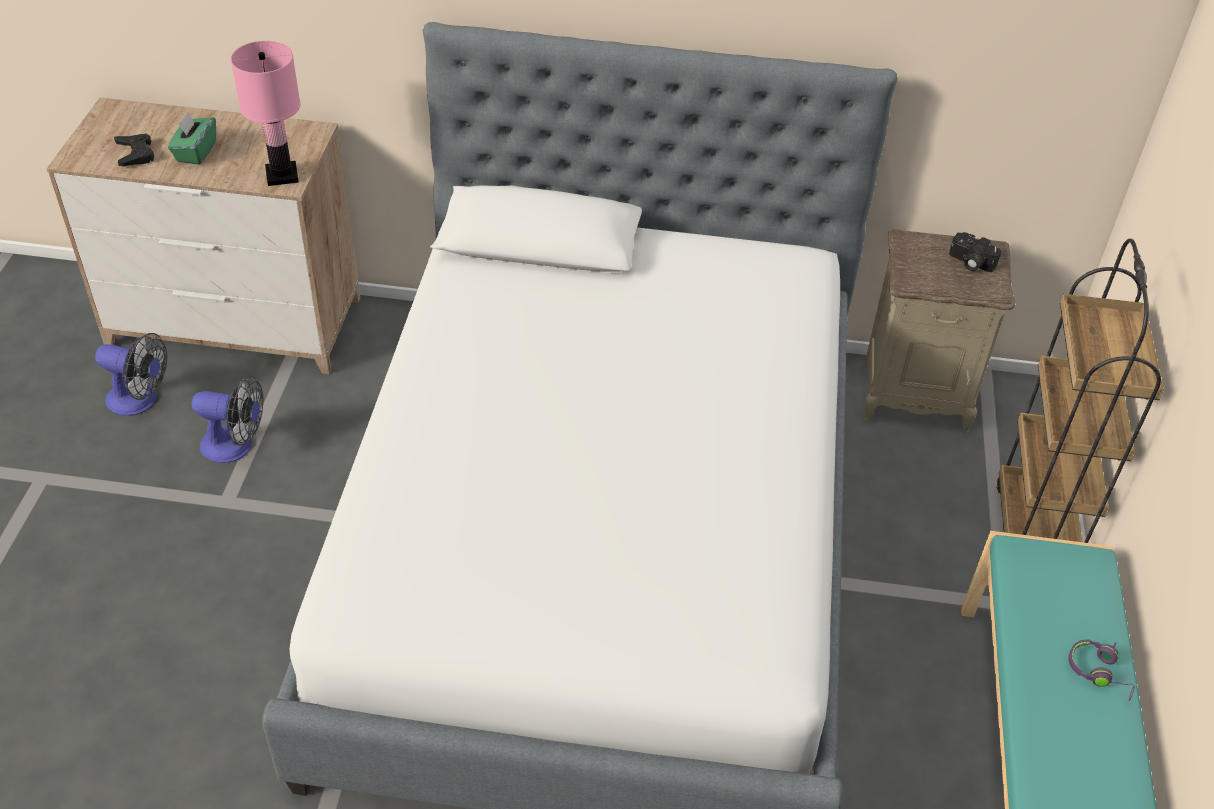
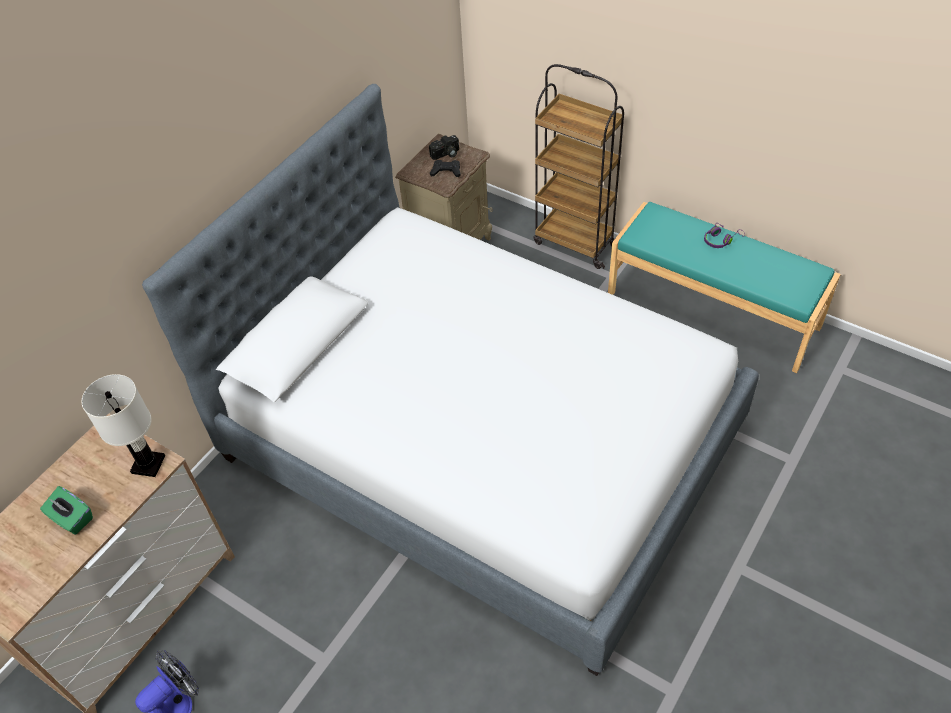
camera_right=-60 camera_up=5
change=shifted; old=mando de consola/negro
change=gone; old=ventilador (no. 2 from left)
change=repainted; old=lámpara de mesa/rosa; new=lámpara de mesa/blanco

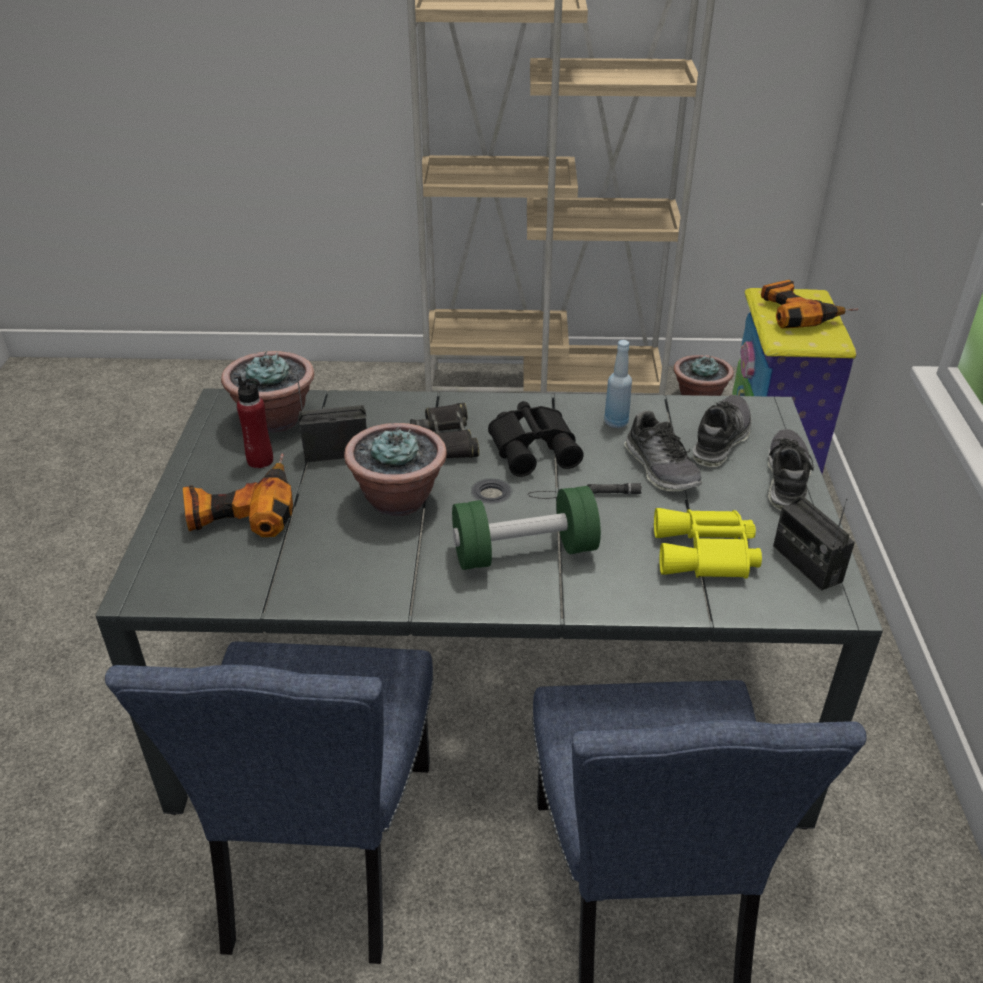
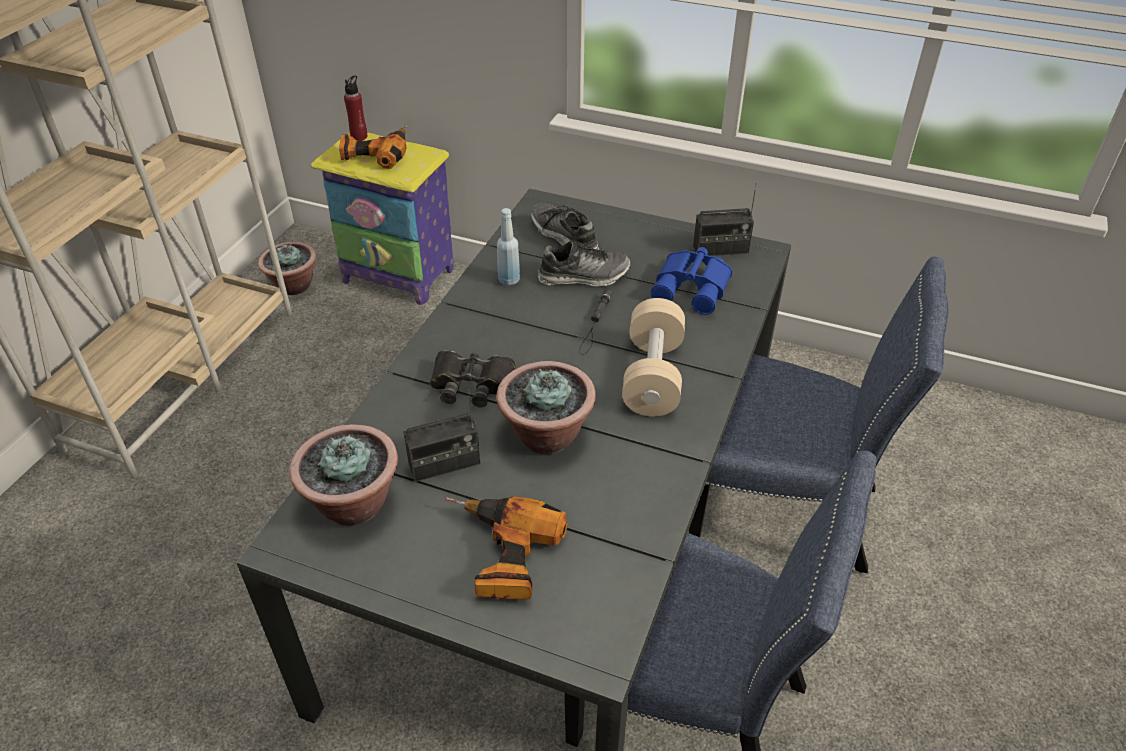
camera_right=-70 camera_up=5
change=shifted; old=botella/rojo
change=rotated; old=radio (no. 1 from left); degrees=-120
change=repainted; old=mancuerna/verde; new=mancuerna/beis
change=gone; old=prismáticos/negro (no. 2 from left)
change=repainted; old=prismáticos/amarillo; new=prismáticos/azul
change=gone; old=zapato (no. 3 from left)

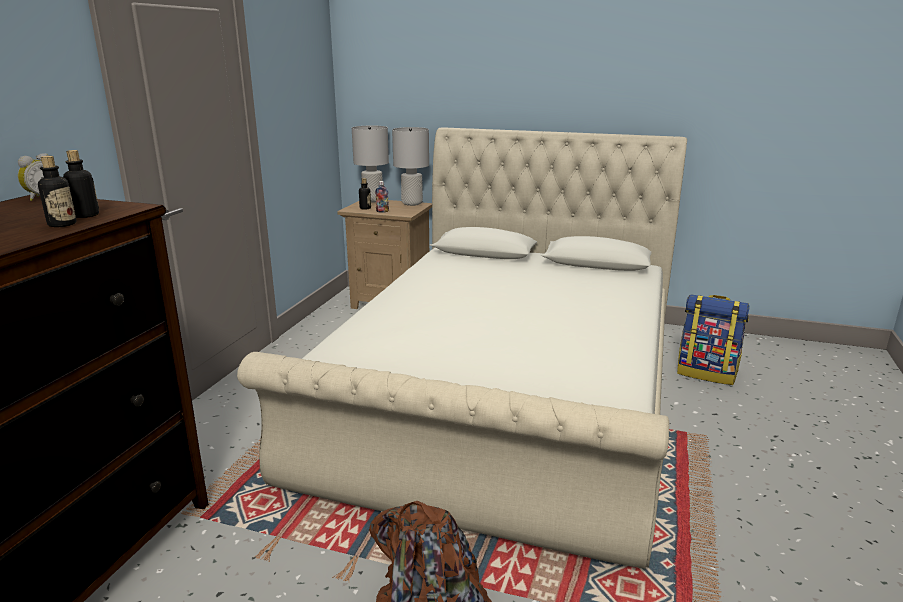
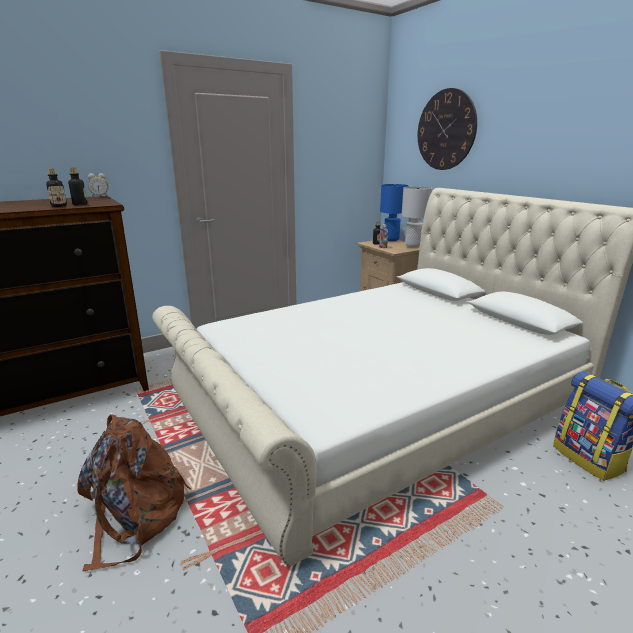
camera_right=40 camera_up=0
change=repainted; old=lámpara de mesa/gris (no. 1 from left); new=lámpara de mesa/azul
change=new; new=reloj de pared

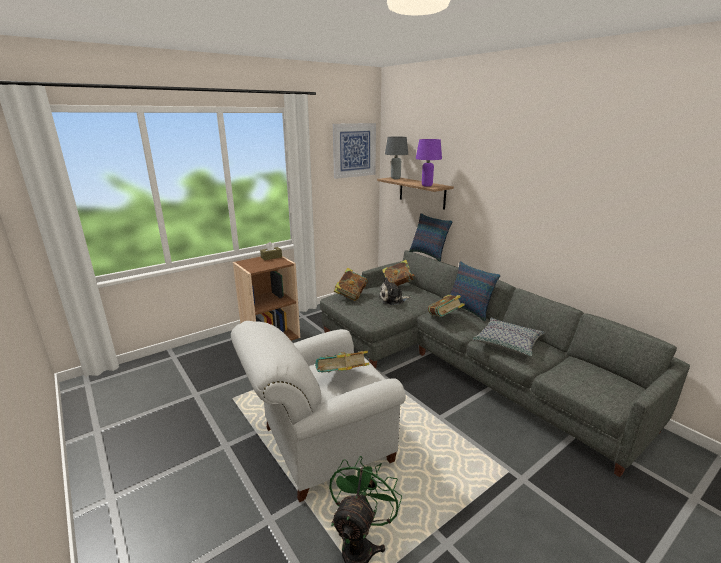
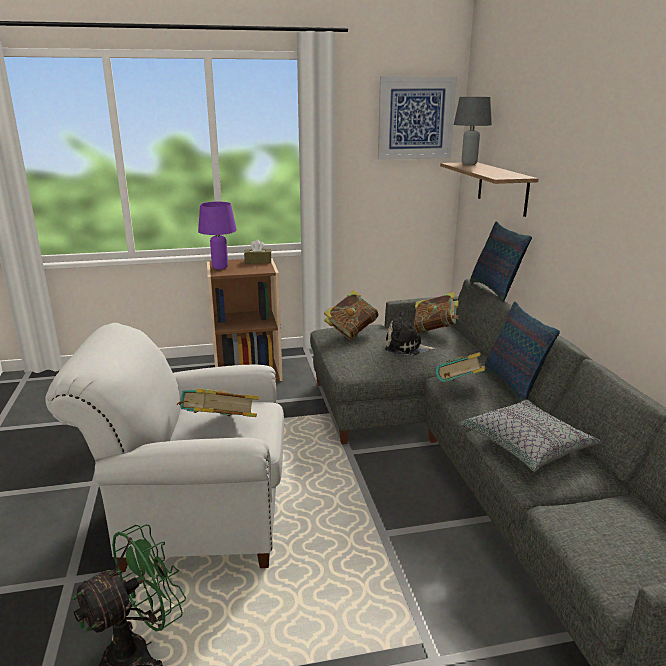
camera_right=25 camera_up=0
change=shifted; old=lámpara de mesa/morado

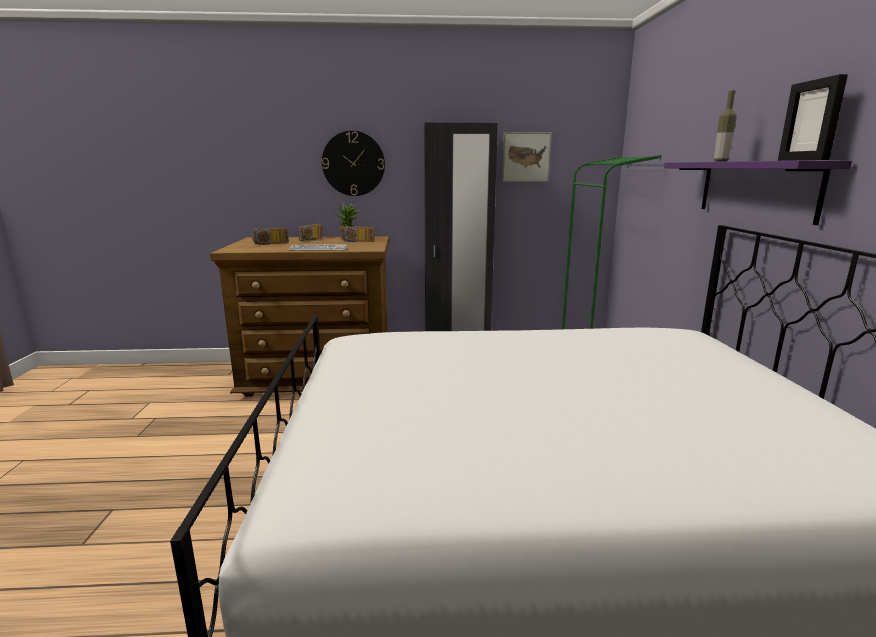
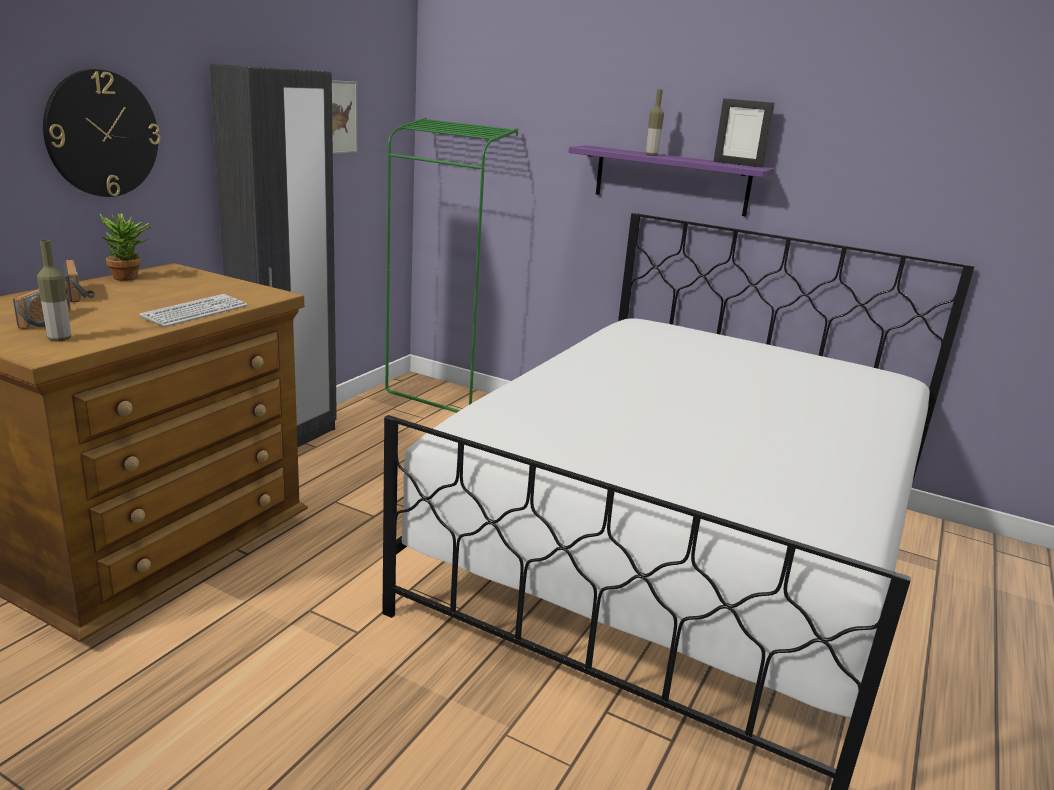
camera_right=-60 camera_up=5
change=gone; old=radio (no. 3 from left)
change=new; new=botella (no. 1 from left)

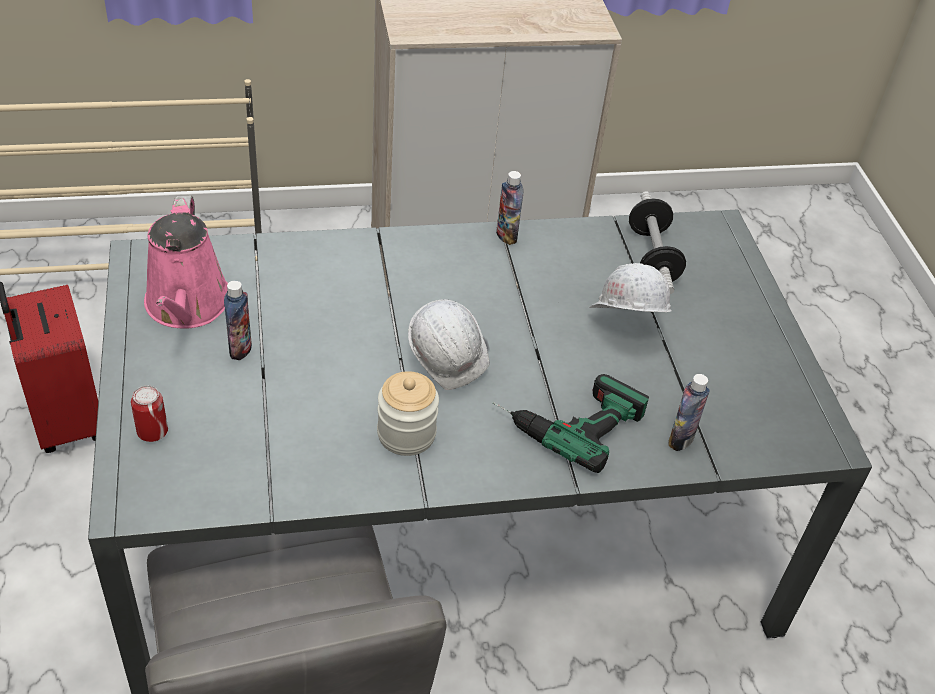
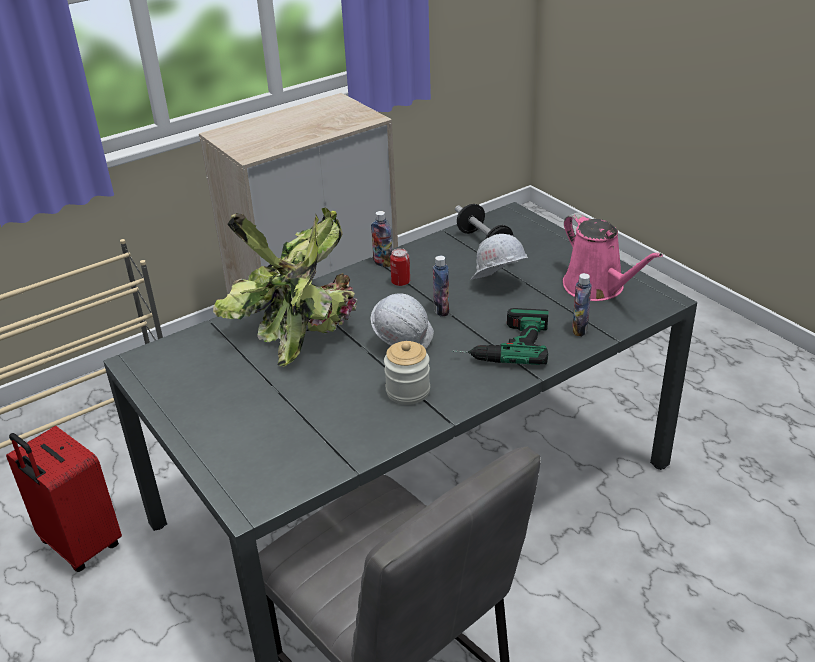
camera_right=-20 camera_up=-10
change=shifted; old=lata
change=shifted; old=regadera/rosa
change=shifted; old=botella (no. 1 from left in the first image); new=botella (no. 2 from left)
change=new; new=planta en maceta

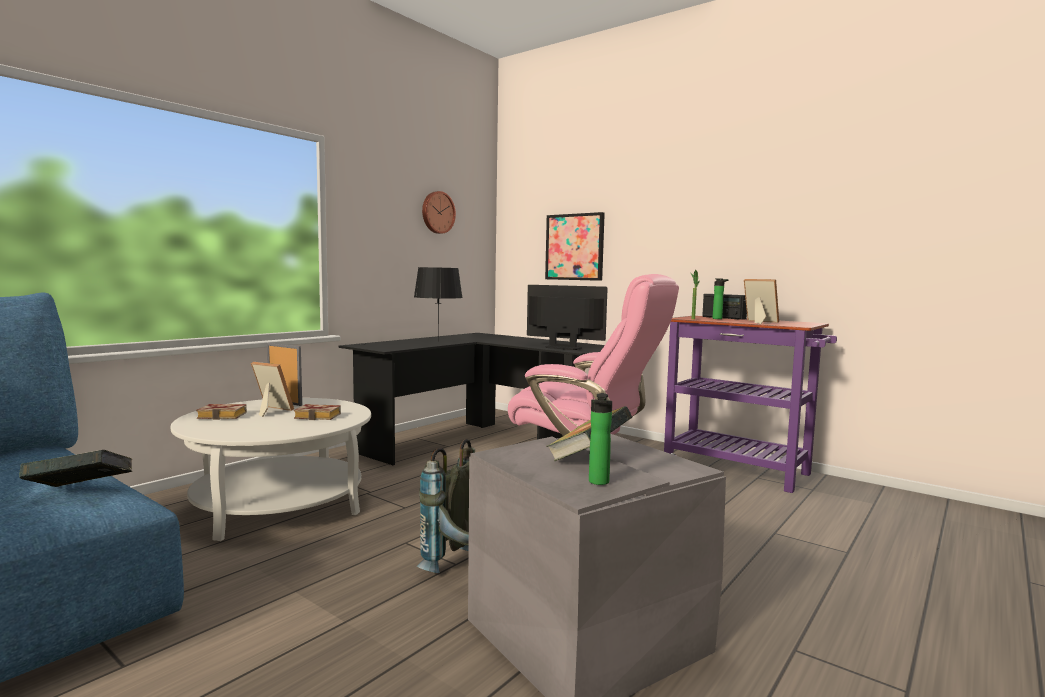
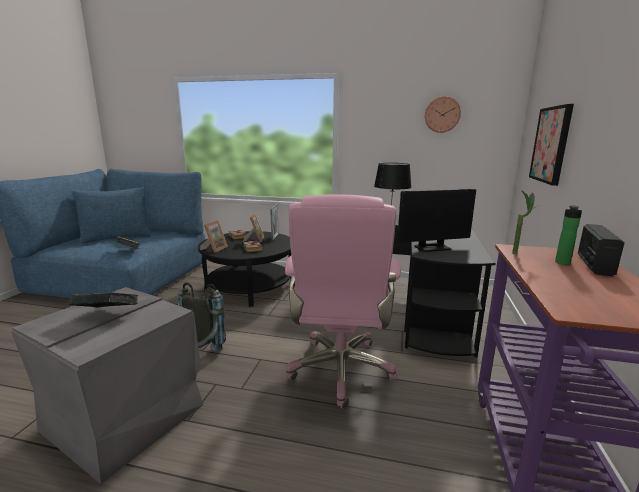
camera_right=65 camera_up=10
change=repainted; old=mesa de centro/blanco; new=mesa de centro/negro
change=rotated; old=monitor; degrees=75
change=gone; old=botella (no. 1 from left)
change=shifted; old=portarretratos (no. 3 from left in the first image); new=portarretratos (no. 1 from left)

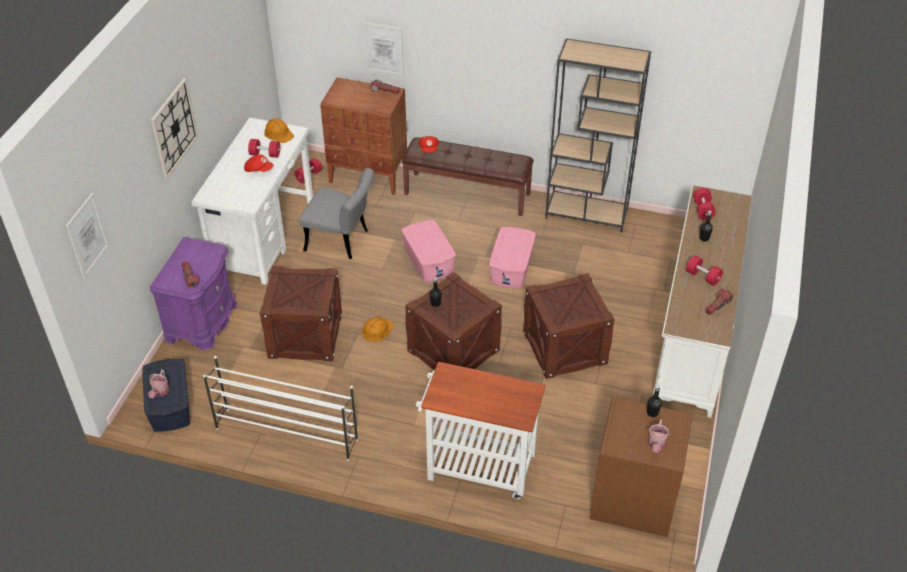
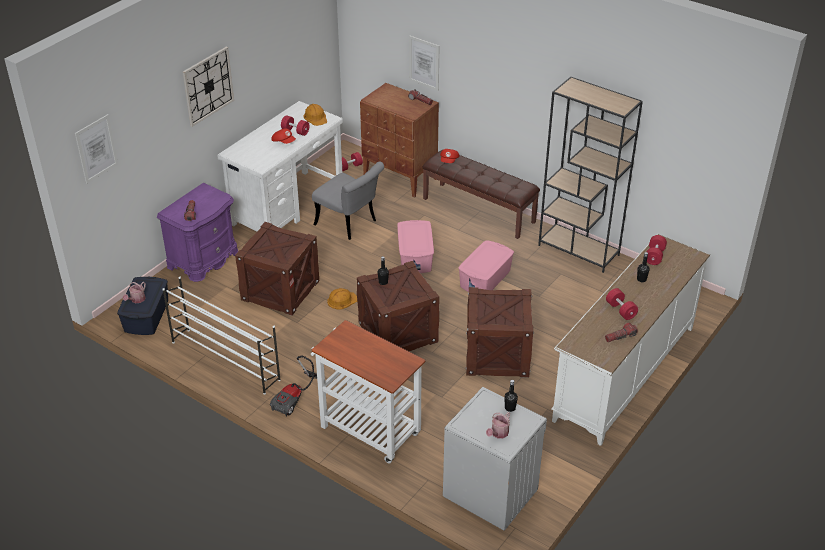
camera_right=20 camera_up=-5
change=repainted; old=lavadora/marrón; new=lavadora/blanco
change=new; new=aspiradora

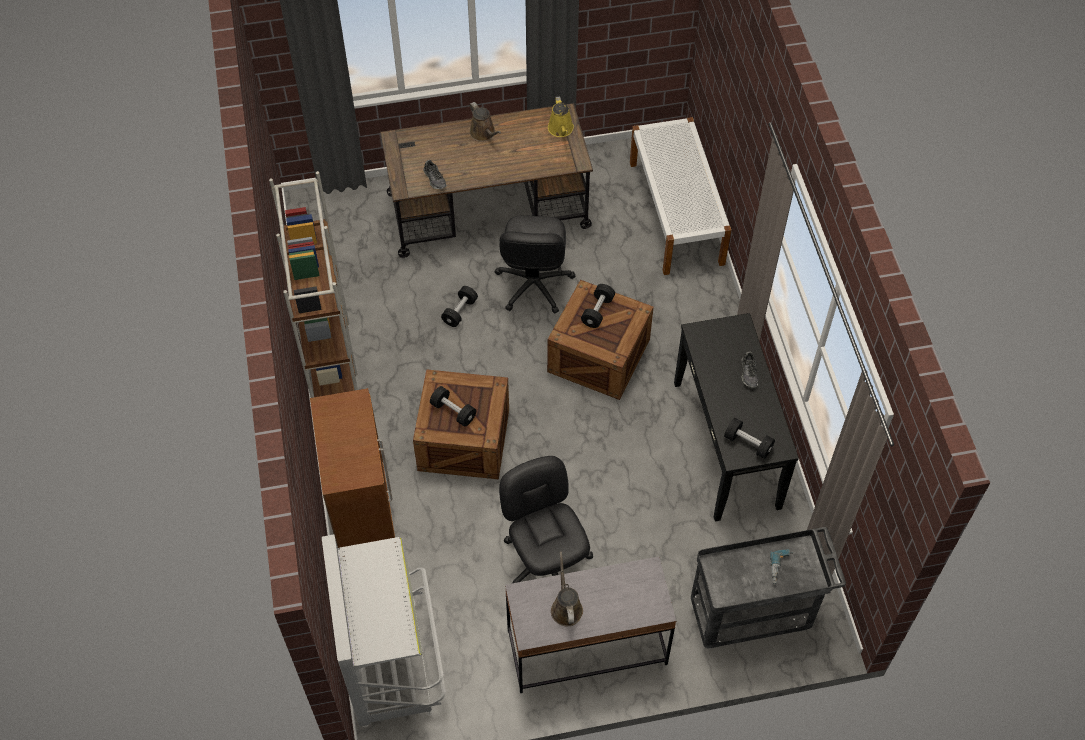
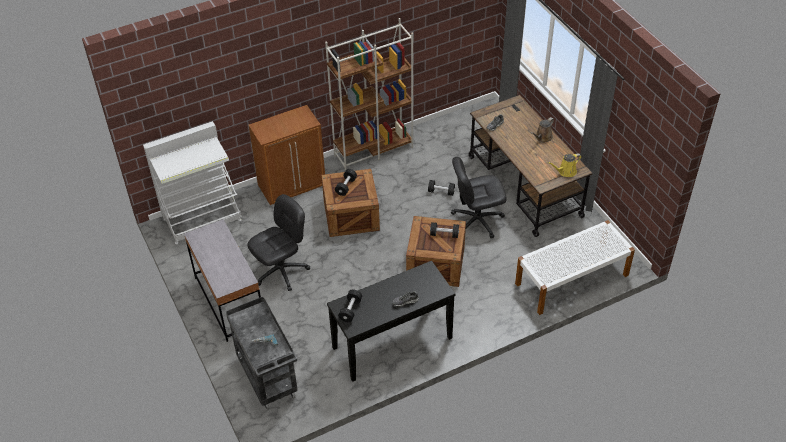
camera_right=75 camera_up=-10
change=gone; old=regadera/marrón (no. 2 from left)

